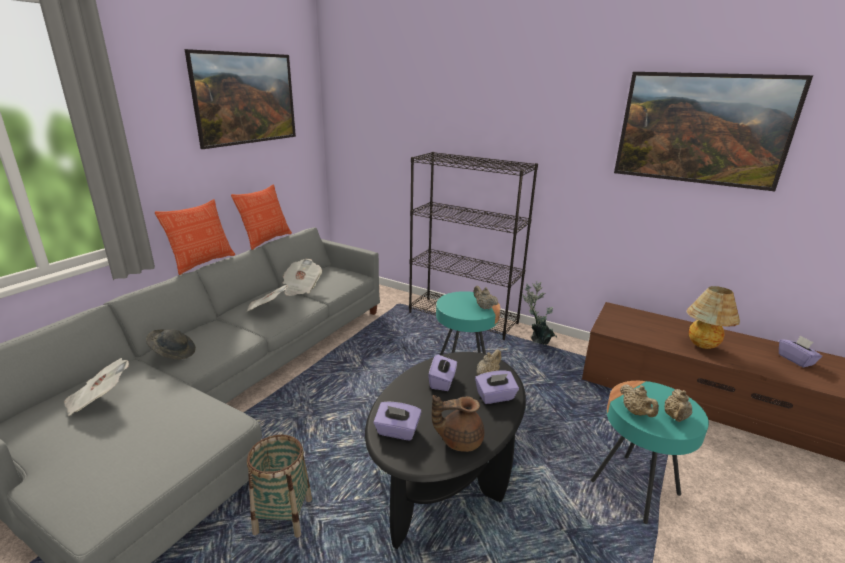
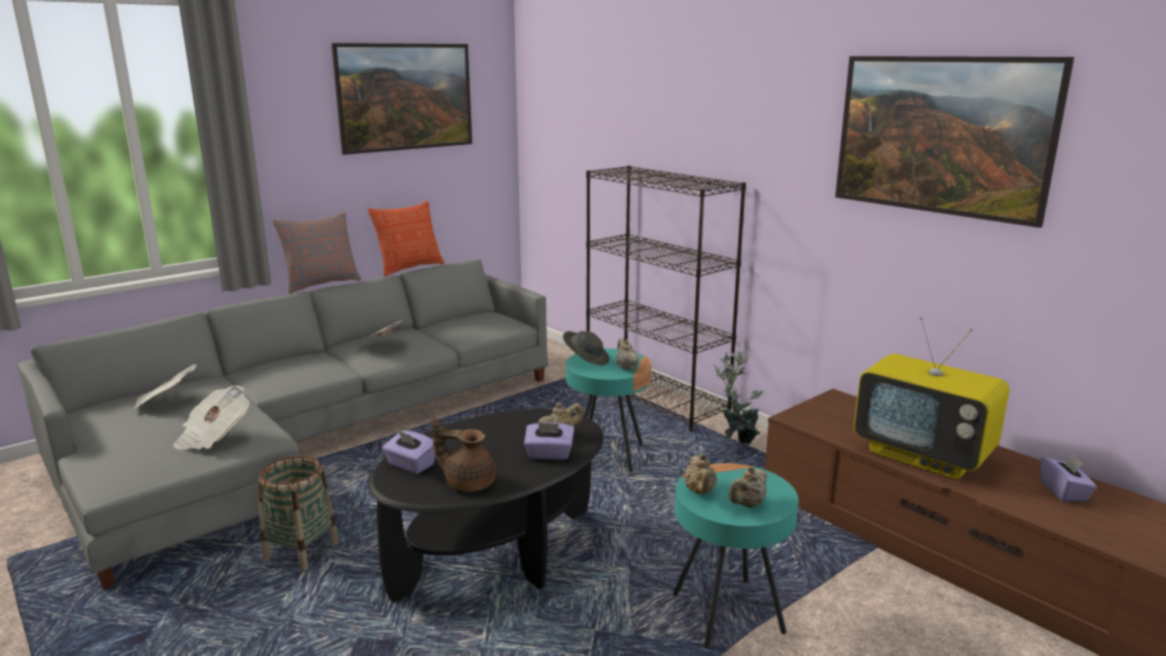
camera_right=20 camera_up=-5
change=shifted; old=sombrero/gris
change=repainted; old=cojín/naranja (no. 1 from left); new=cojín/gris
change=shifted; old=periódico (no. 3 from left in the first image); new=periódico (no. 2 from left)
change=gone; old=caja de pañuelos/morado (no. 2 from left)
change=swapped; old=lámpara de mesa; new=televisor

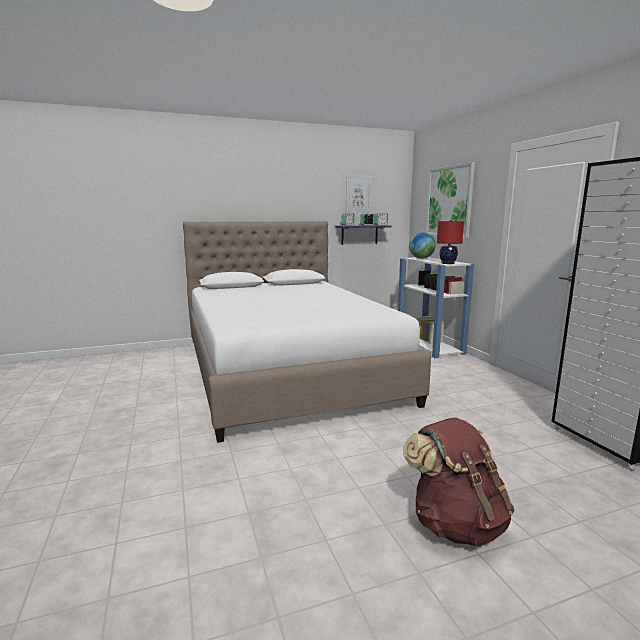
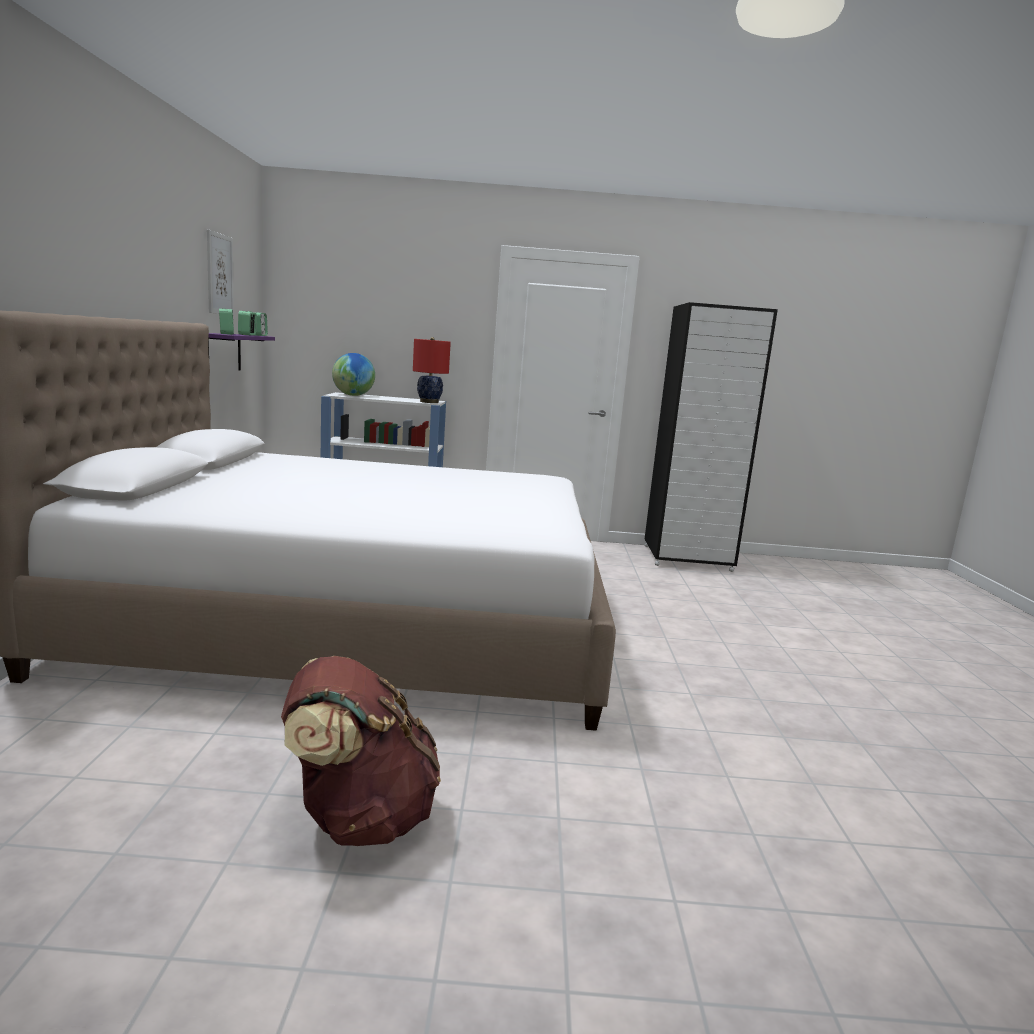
camera_right=-70 camera_up=0
change=shifted; old=mochila/marrón
change=gone; old=cuadro (no. 2 from left)

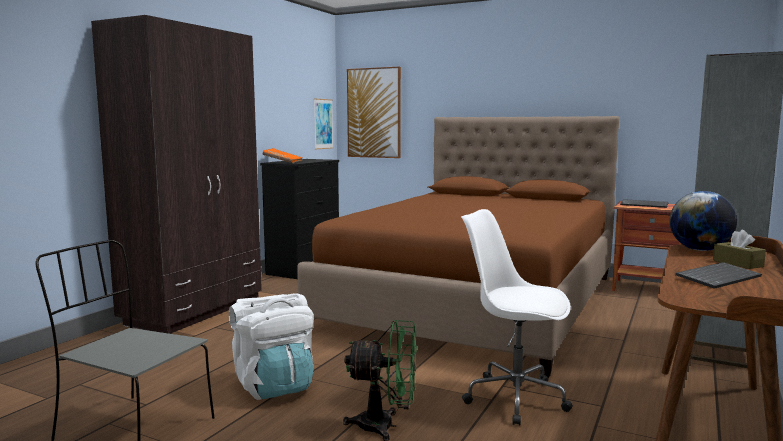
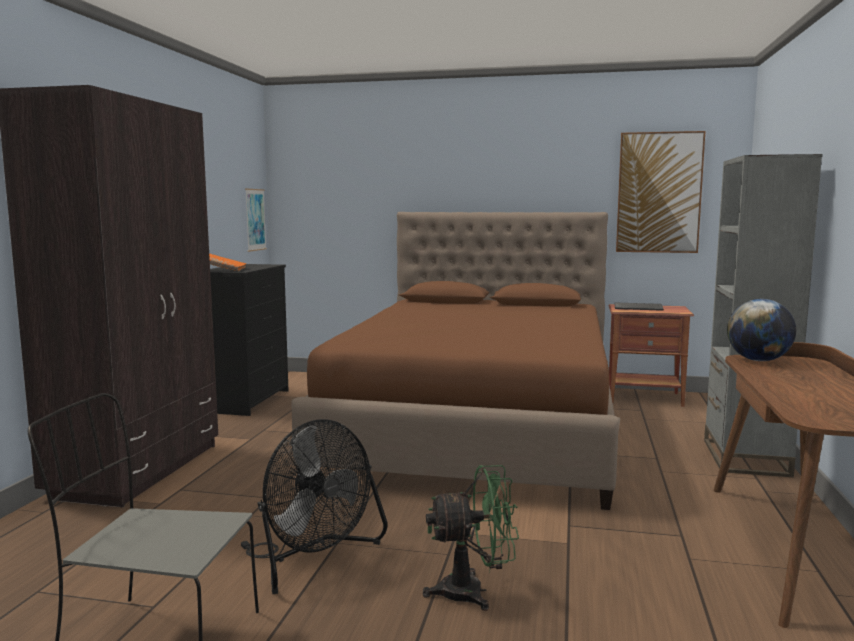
camera_right=-15 camera_up=0
change=swapped; old=mochila/blanco; new=ventilador/negro
change=shifted; old=cuadro (no. 2 from left)
change=gone; old=silla de oficina/blanco
change=gone; old=teclado (no. 2 from left)
change=gone; old=caja de pañuelos/marrón

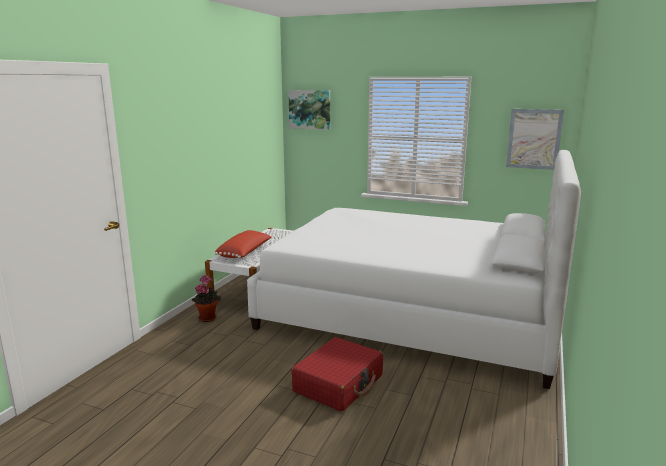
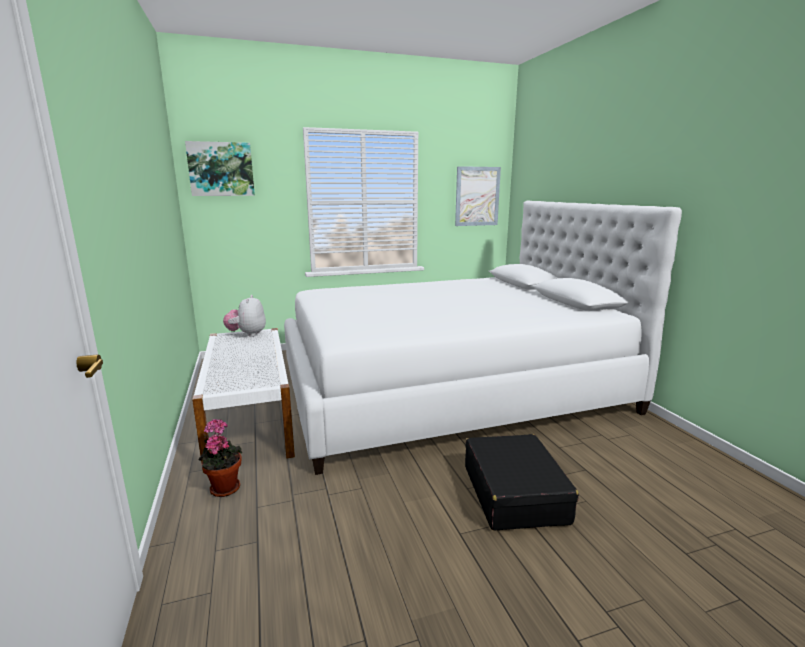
camera_right=-40 camera_up=0
change=gone; old=cojín/rojo
change=repainted; old=maleta/rojo; new=maleta/negro
change=new; new=peluche

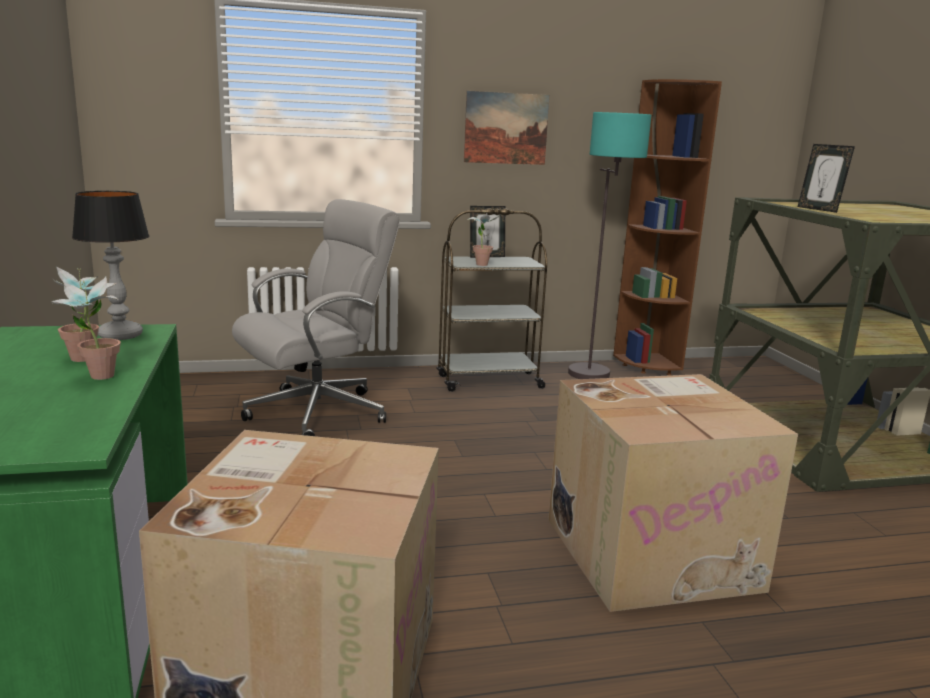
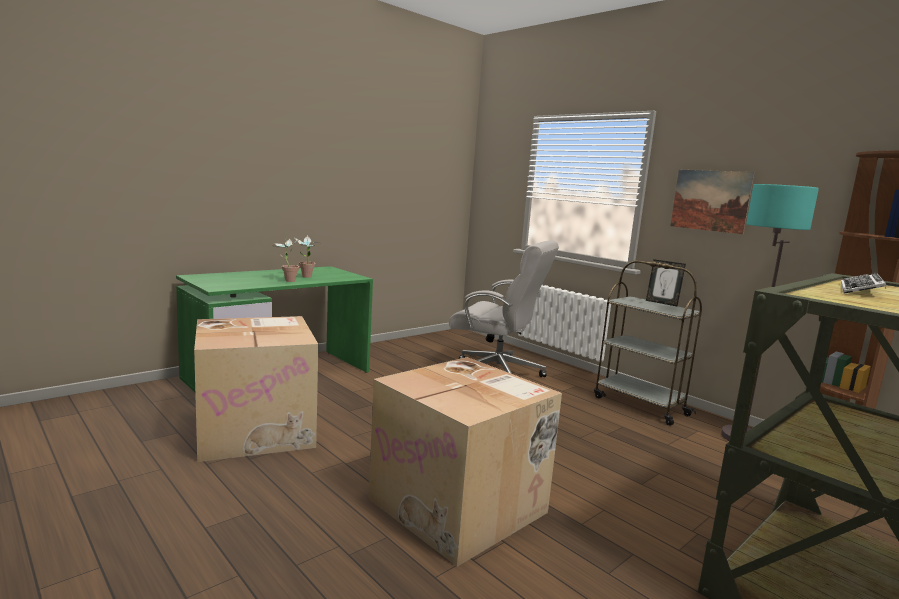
camera_right=60 camera_up=-5
change=gone; old=lámpara de mesa
change=gone; old=planta en maceta (no. 3 from left)
change=swapped; old=portarretratos (no. 2 from left); new=teclado

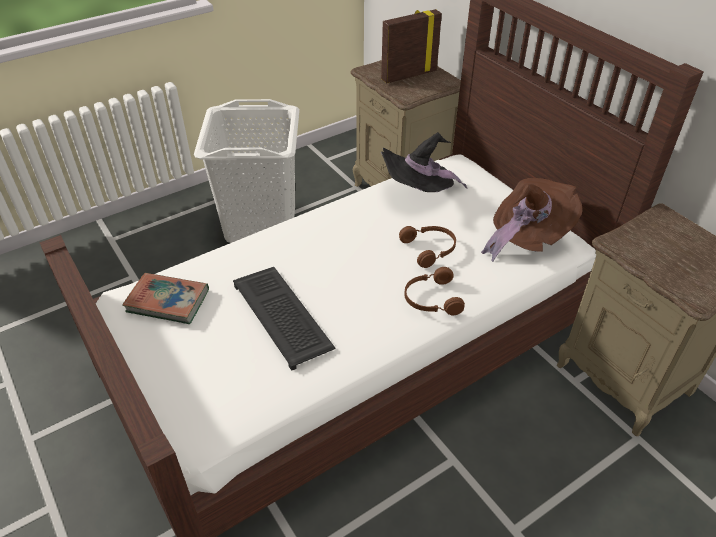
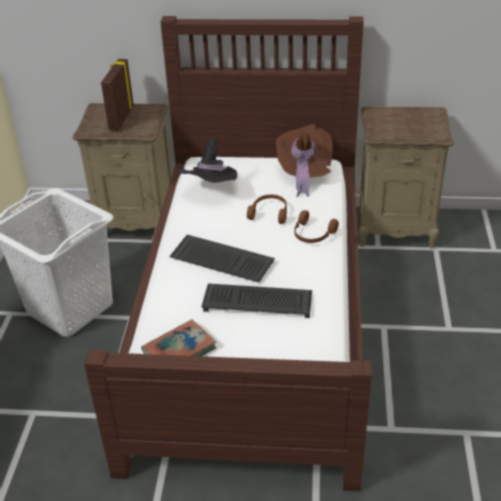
camera_right=-50 camera_up=-5
change=new; new=teclado (no. 1 from left)

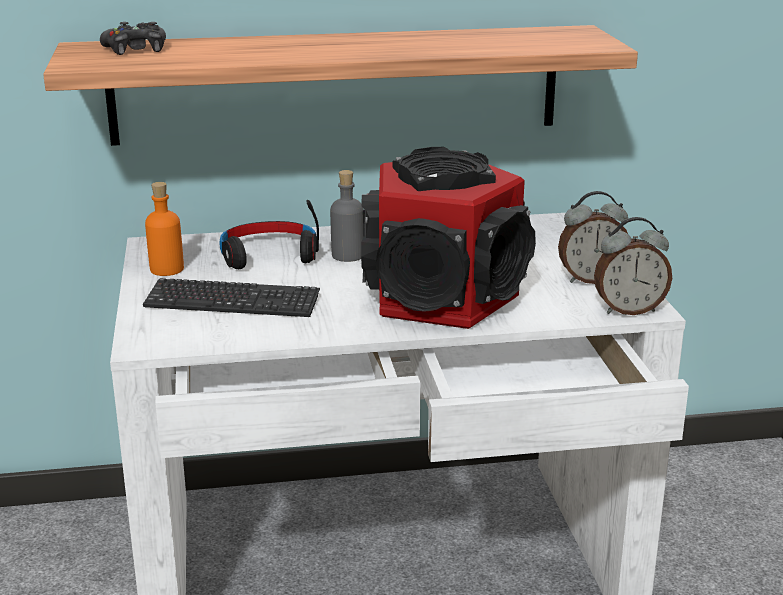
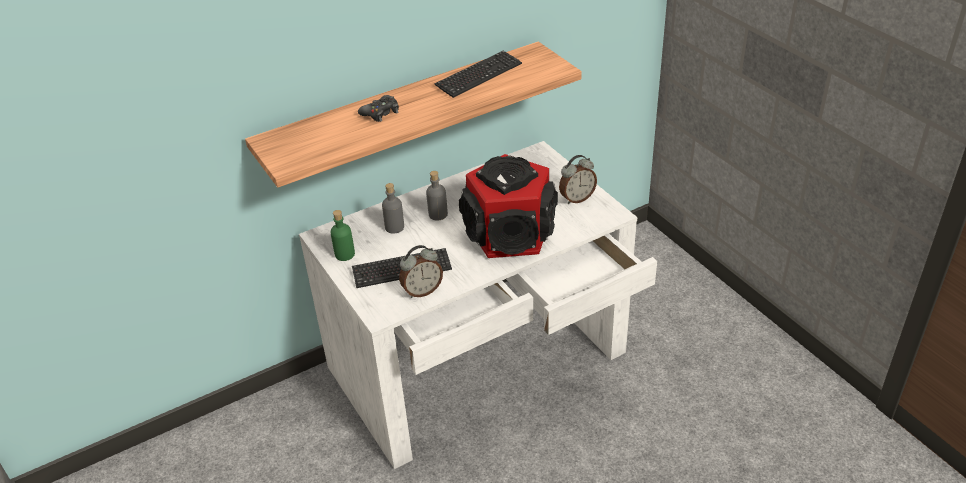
camera_right=-20 camera_up=15
change=shifted; old=mando de consola/negro
change=repainted; old=botella/naranja; new=botella/verde
change=swapped; old=auriculares/negro; new=botella/gris (no. 1 from left)
change=shifted; old=despertador (no. 2 from left in the first image); new=despertador (no. 1 from left)
change=new; new=teclado (no. 2 from left)

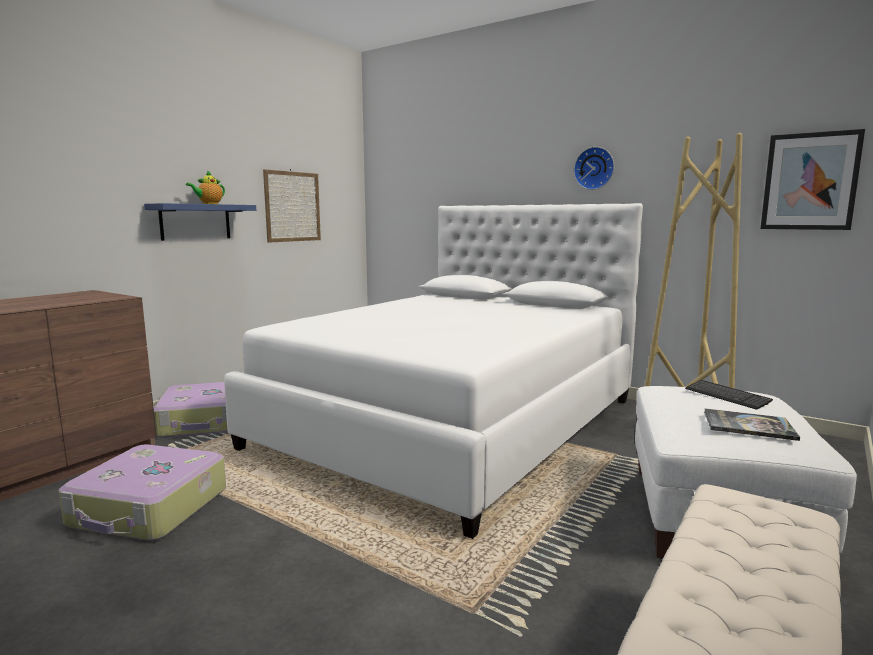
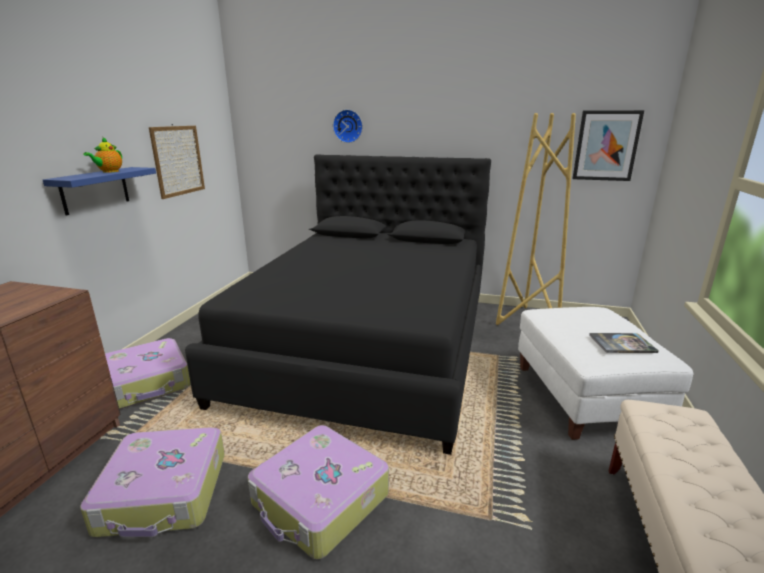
camera_right=-20 camera_up=10
change=repainted; old=cama/blanco; new=cama/negro
change=shifted; old=reloj de pared
change=gone; old=teclado
change=new; new=maleta (no. 3 from left)

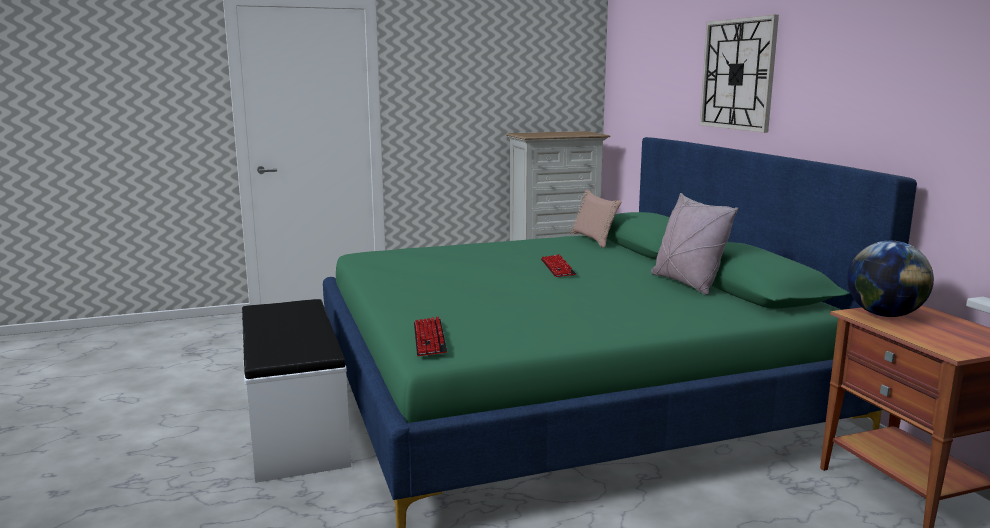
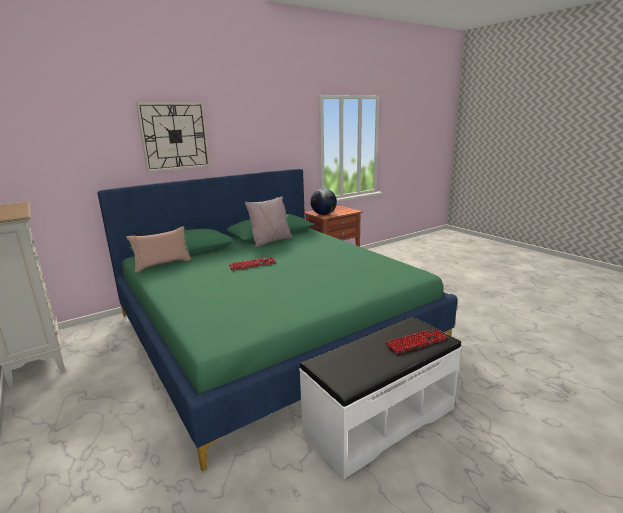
camera_right=-105 camera_up=5
change=shifted; old=teclado (no. 1 from left in the first image); new=teclado (no. 2 from left)

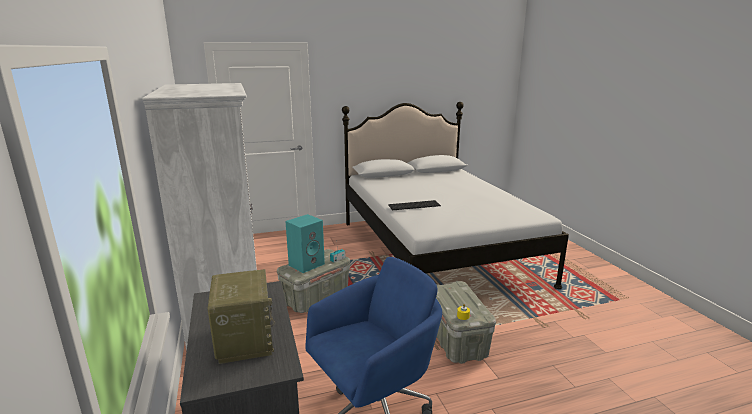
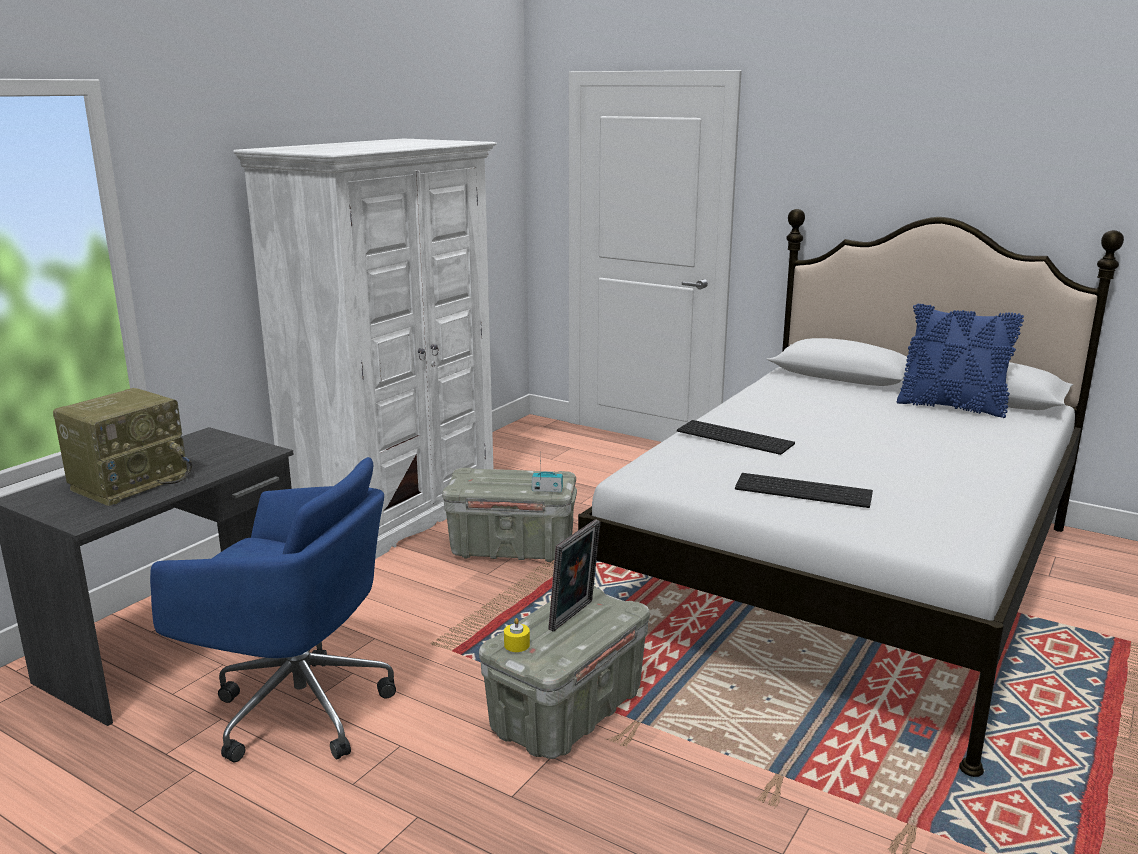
camera_right=50 camera_up=0
change=gone; old=altavoz/turquesa
change=new; new=portarretratos
change=new; new=teclado (no. 2 from left)
change=new; new=cojín/azul

